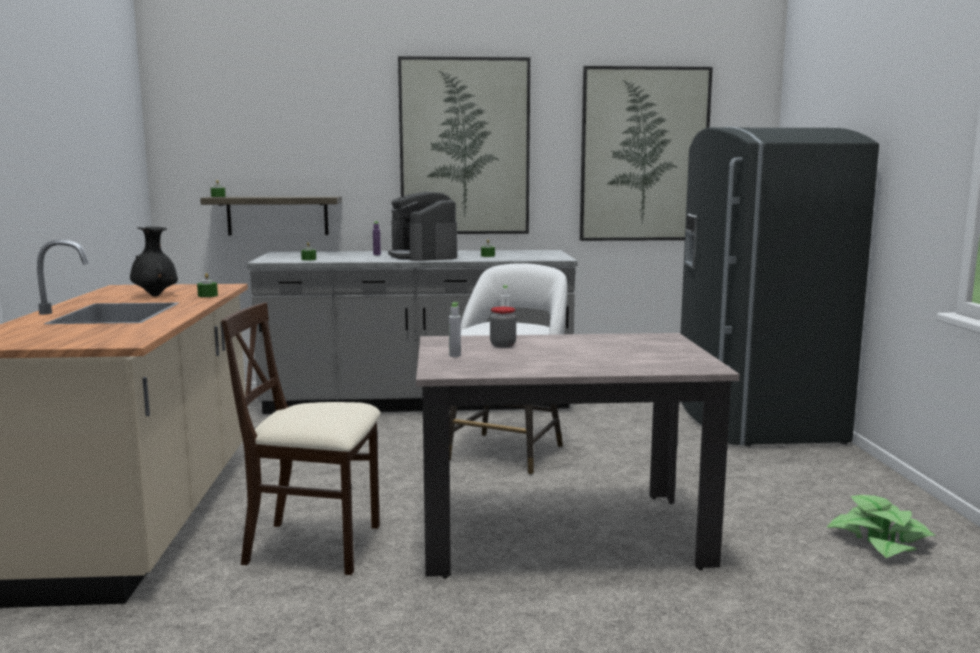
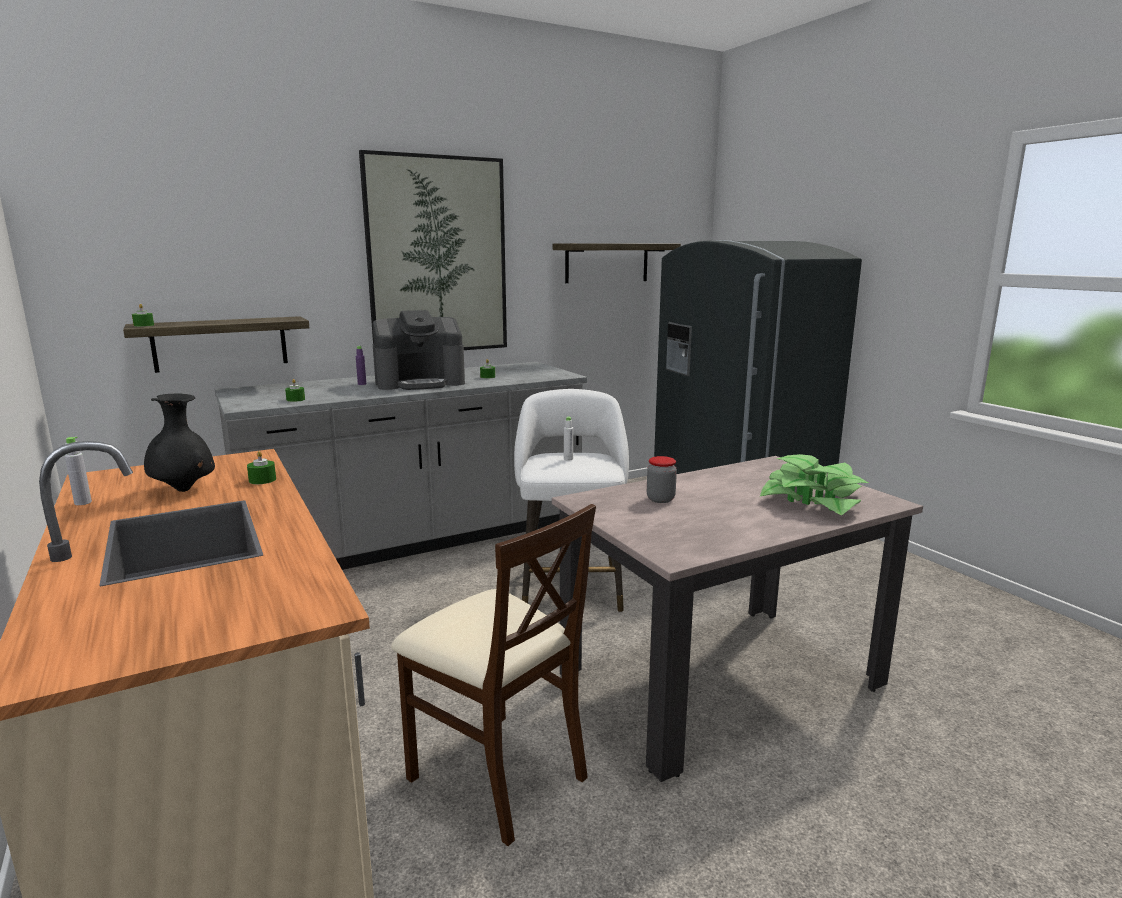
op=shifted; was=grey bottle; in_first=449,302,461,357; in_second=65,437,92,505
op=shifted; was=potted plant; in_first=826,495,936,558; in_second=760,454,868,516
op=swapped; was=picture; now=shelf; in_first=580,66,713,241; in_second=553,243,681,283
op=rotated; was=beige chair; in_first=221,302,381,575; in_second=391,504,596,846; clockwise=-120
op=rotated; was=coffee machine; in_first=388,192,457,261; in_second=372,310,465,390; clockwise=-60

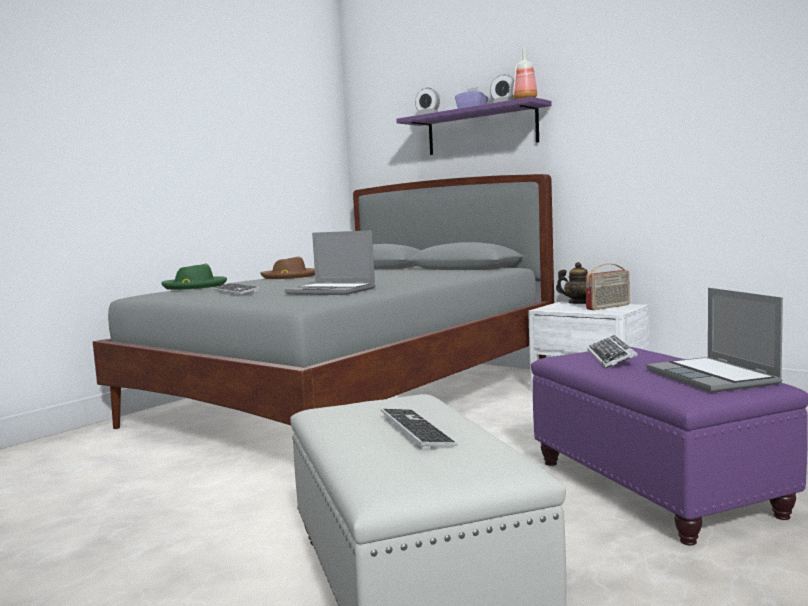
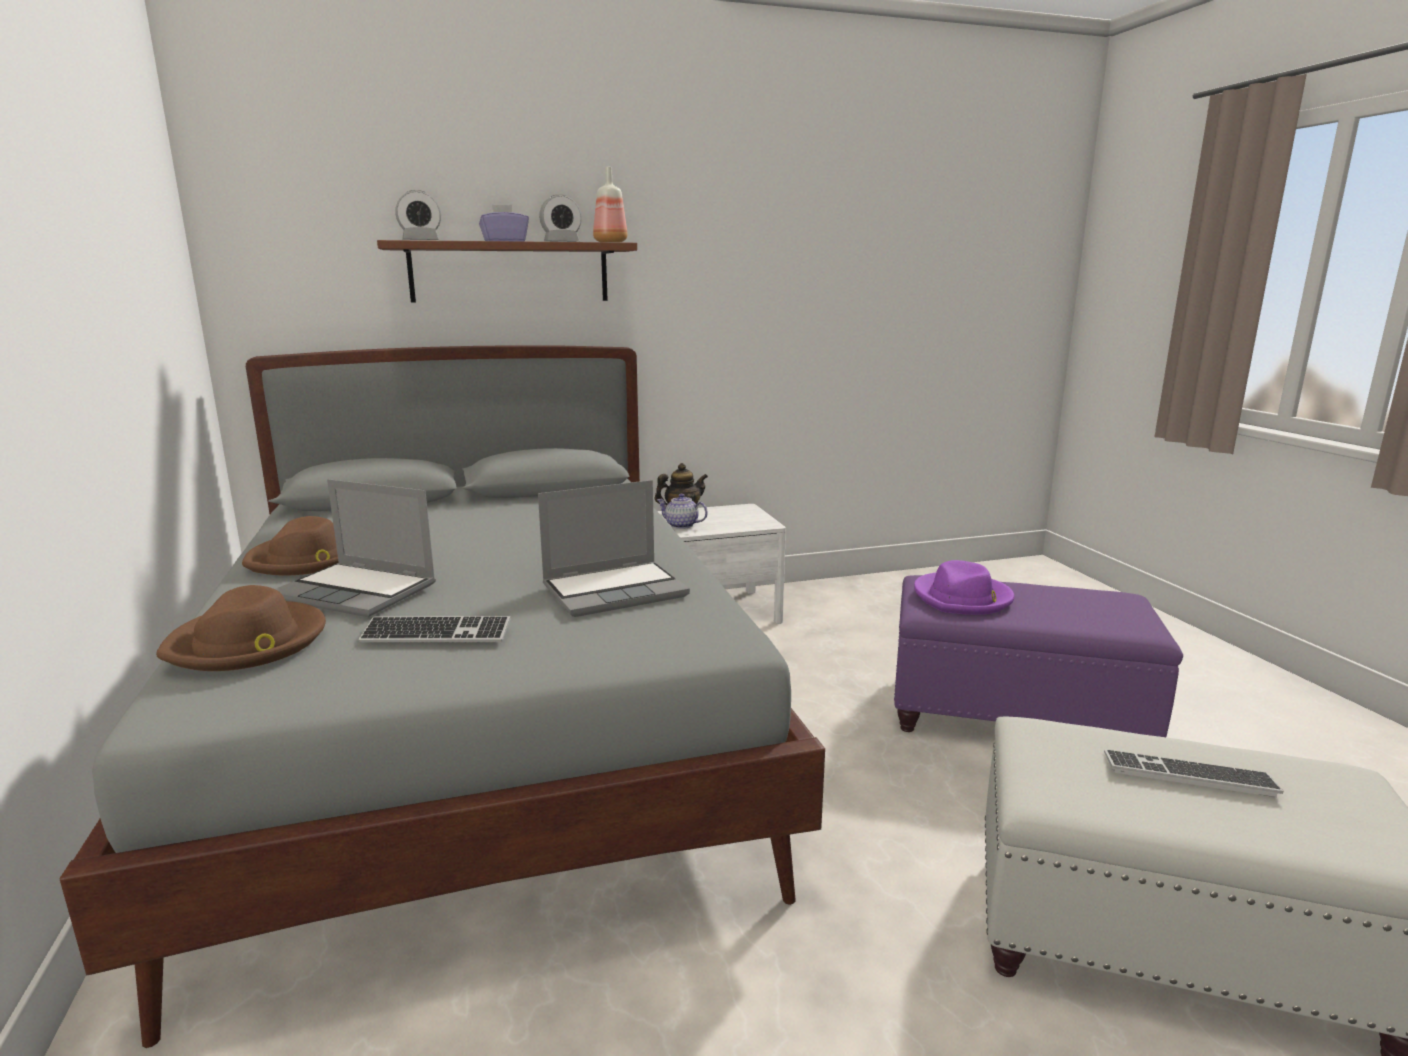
op=gone; was=radio; in_first=586,263,630,310
op=new; now=teapot; in_second=657,494,708,529
op=shifted; was=laptop; in_first=646,288,783,393; in_second=276,479,436,617
op=swapped; was=keyboard; now=purple hat; in_first=587,335,638,369; in_second=914,560,1014,615
op=repainted; was=green hat; now=brown hat; in_first=161,264,227,290; in_second=156,585,326,671
op=repainted; was=purple shelf; now=brown shelf; in_first=396,97,552,155; in_second=377,240,637,302

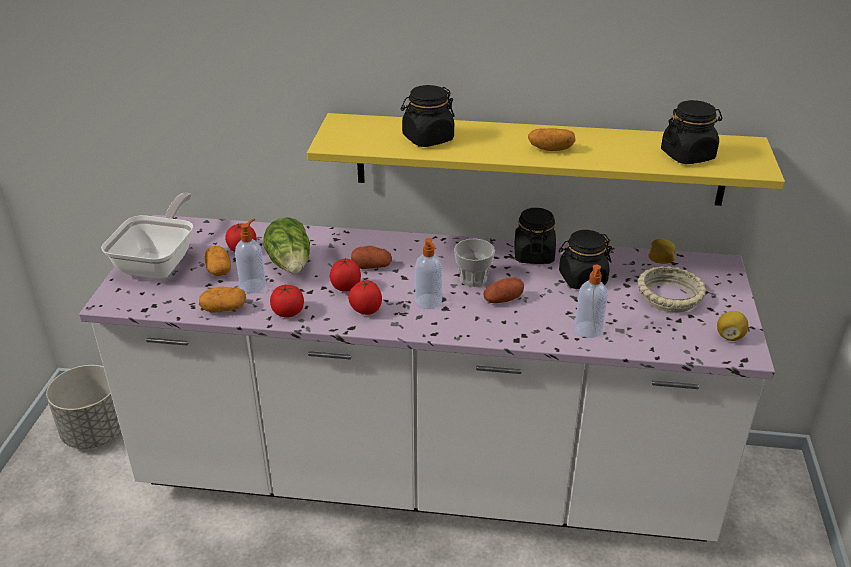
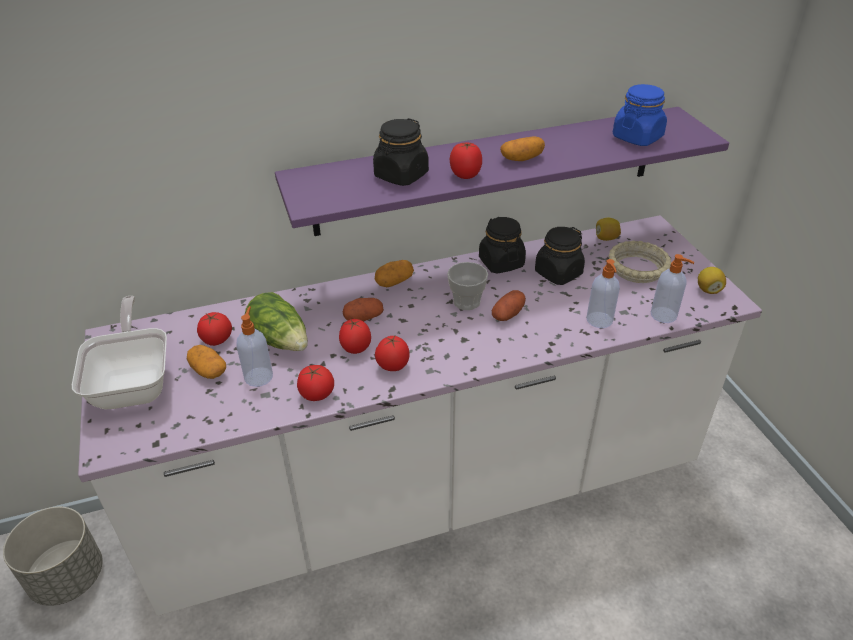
op=new; now=tomato; in_second=450,143,482,179
op=shifted; was=potato; in_first=199,287,246,313; in_second=374,260,414,287
op=shifted; was=soap dispenser; in_first=415,238,442,309; in_second=651,254,695,323
op=repainted; was=yellow shelf; now=purple shelf; in_first=307,113,785,206; in_second=275,107,729,236
op=repainted; was=black jar; now=blue jar; in_first=661,100,722,164; in_second=613,84,667,146

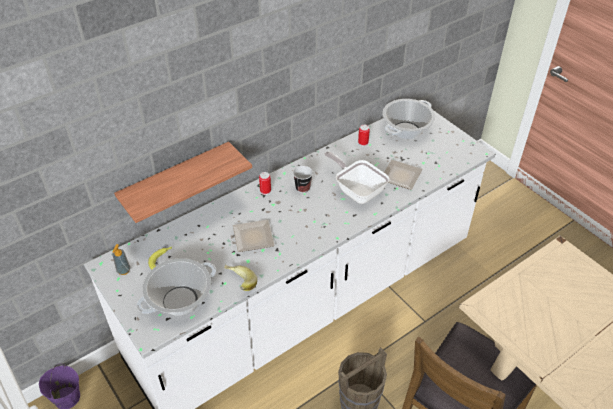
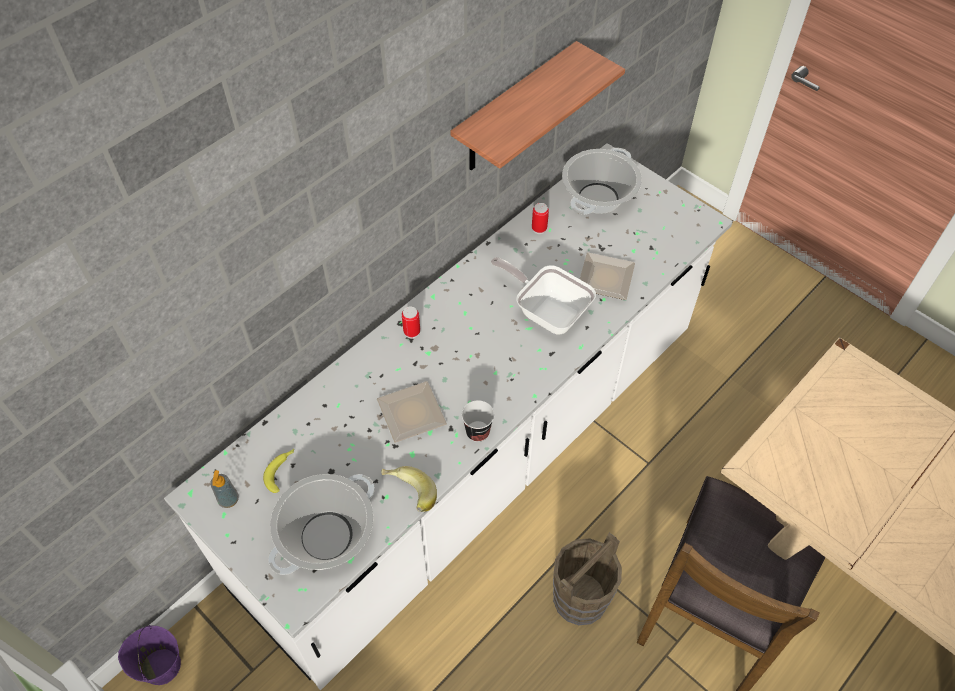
op=shifted; was=shelf; in_first=114,142,252,223; in_second=450,41,625,170
op=shifted; was=cup; in_first=293,166,313,193; in_second=462,400,494,442

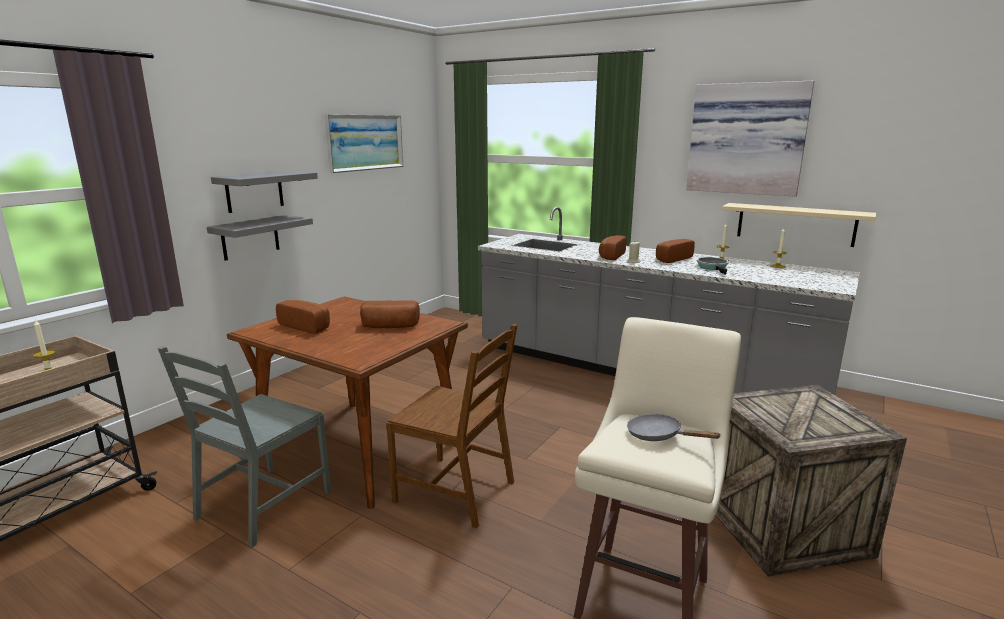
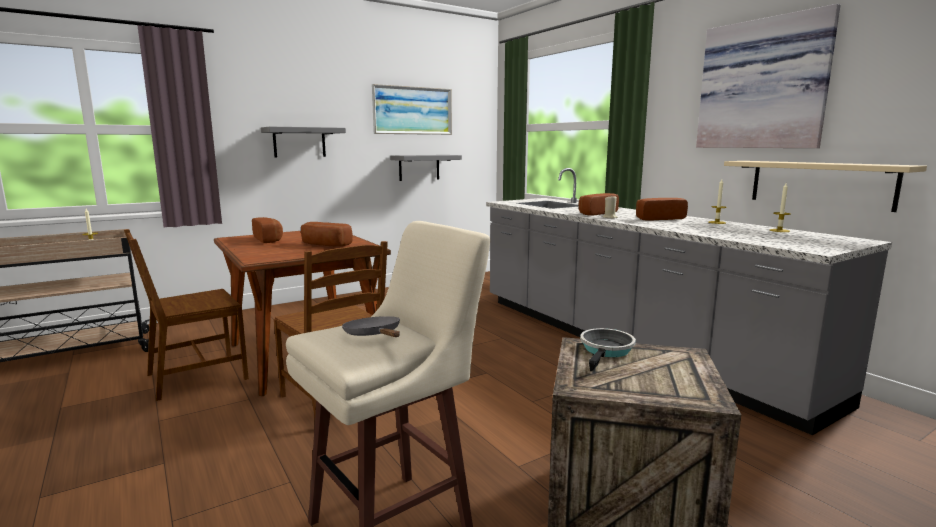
op=shifted; was=grey shelf; in_first=207,215,313,261; in_second=390,155,462,181
op=shifted; was=frying pan; in_first=697,257,729,275; in_second=580,328,636,371
op=repainted; was=grey chair; now=brown chair; in_first=158,346,331,548; in_second=124,229,249,401

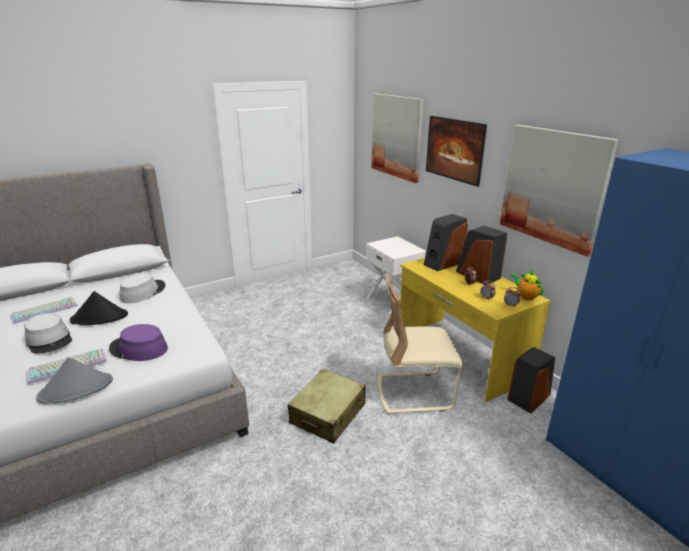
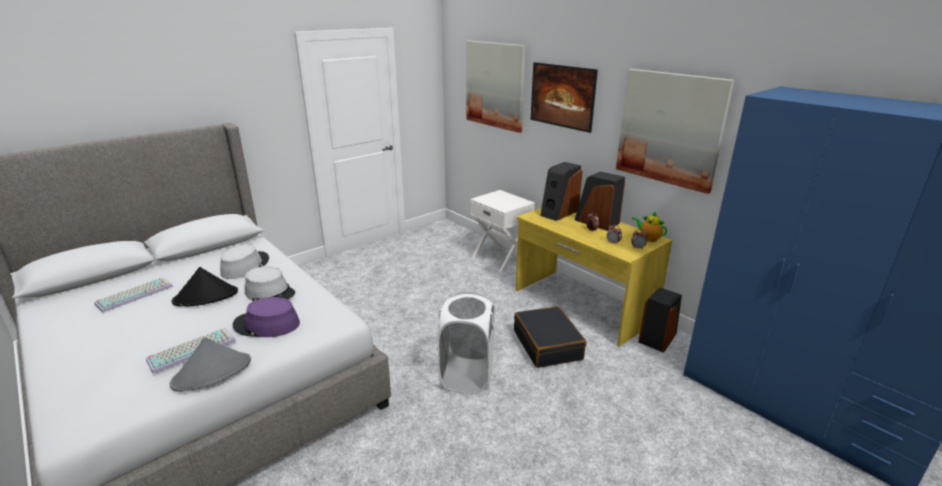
op=shifted; was=grey hat; in_first=24,313,72,354; in_second=245,266,295,301
op=swapped; was=beige suitcase; now=white laundry basket; in_first=288,369,366,444; in_second=437,292,495,394
op=swapped; was=beige chair; now=black suitcase; in_first=378,274,464,414; in_second=514,306,586,368

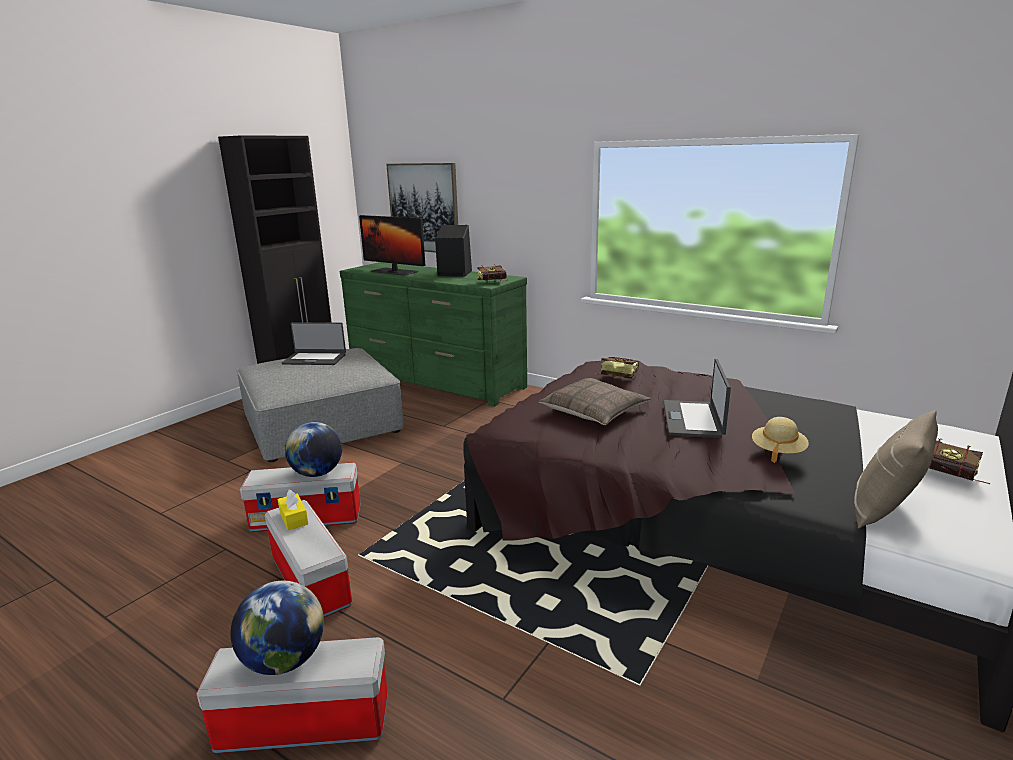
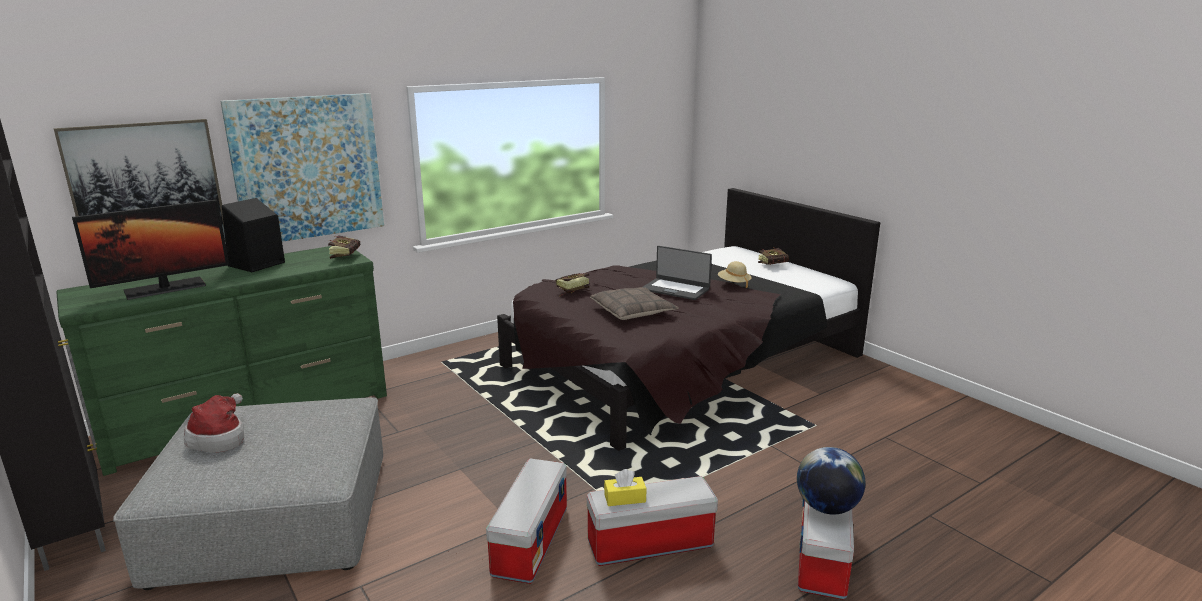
op=gone; was=globe; in_first=285,422,342,477
op=gone; was=beige pillow; in_first=854,410,938,528
op=new; now=picture; in_second=220,93,384,242
op=swapped; was=laptop; now=hat; in_first=282,322,346,365; in_second=184,393,244,453

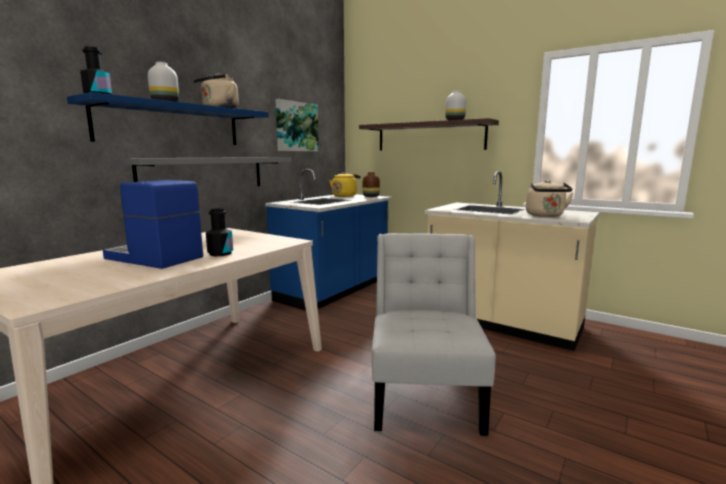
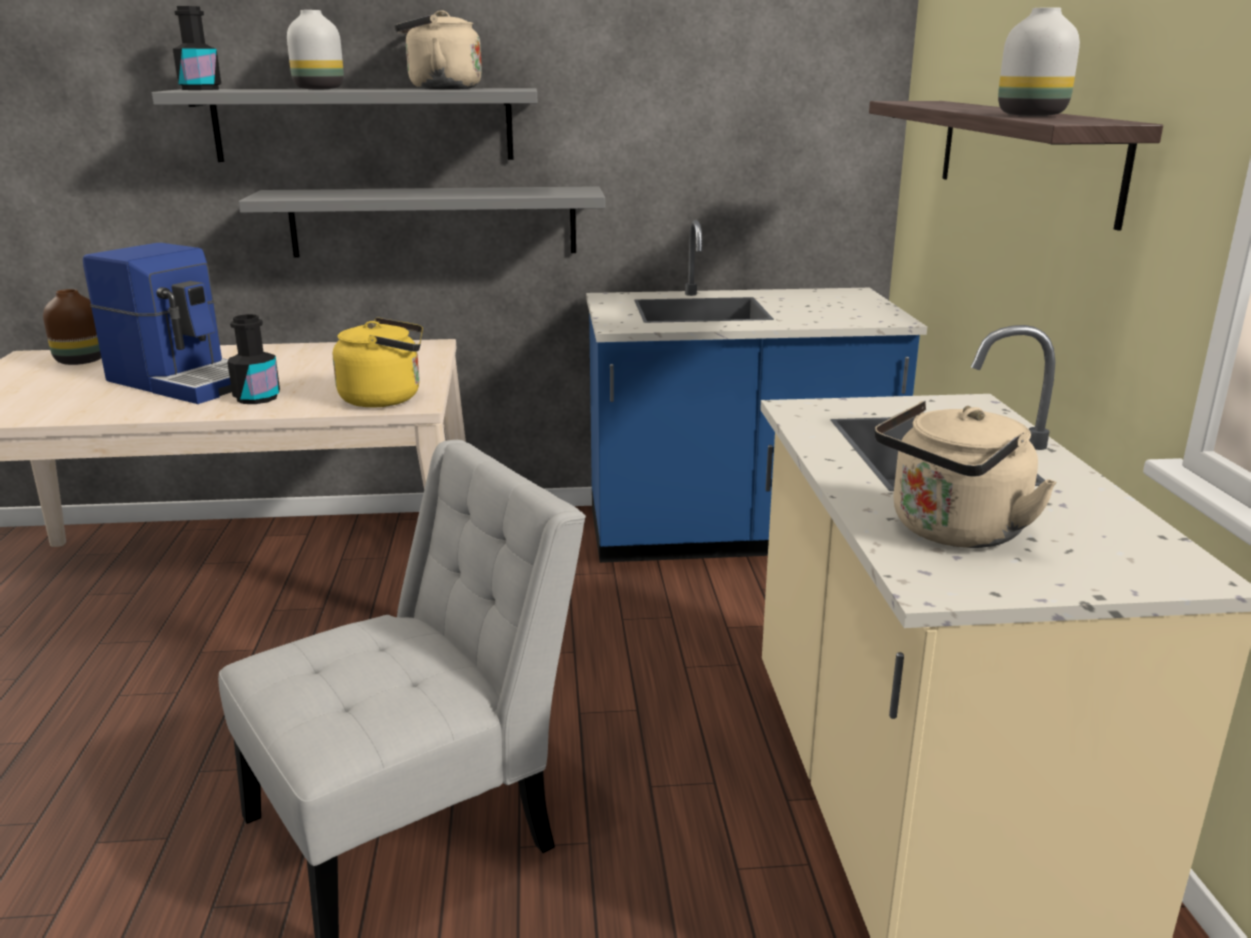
op=gone; was=picture; in_first=275,99,319,151
op=shifted; was=yellow kettle; in_first=330,172,361,197; in_second=333,317,423,407
op=shifted; was=brown vase; in_first=363,172,380,197; in_second=43,289,101,365
op=repainted; was=blue shelf; now=grey shelf; in_first=67,92,269,145; in_second=152,88,538,162
op=rotated; was=coffee machine; in_first=103,180,203,269; in_second=83,243,232,404; clockwise=135

